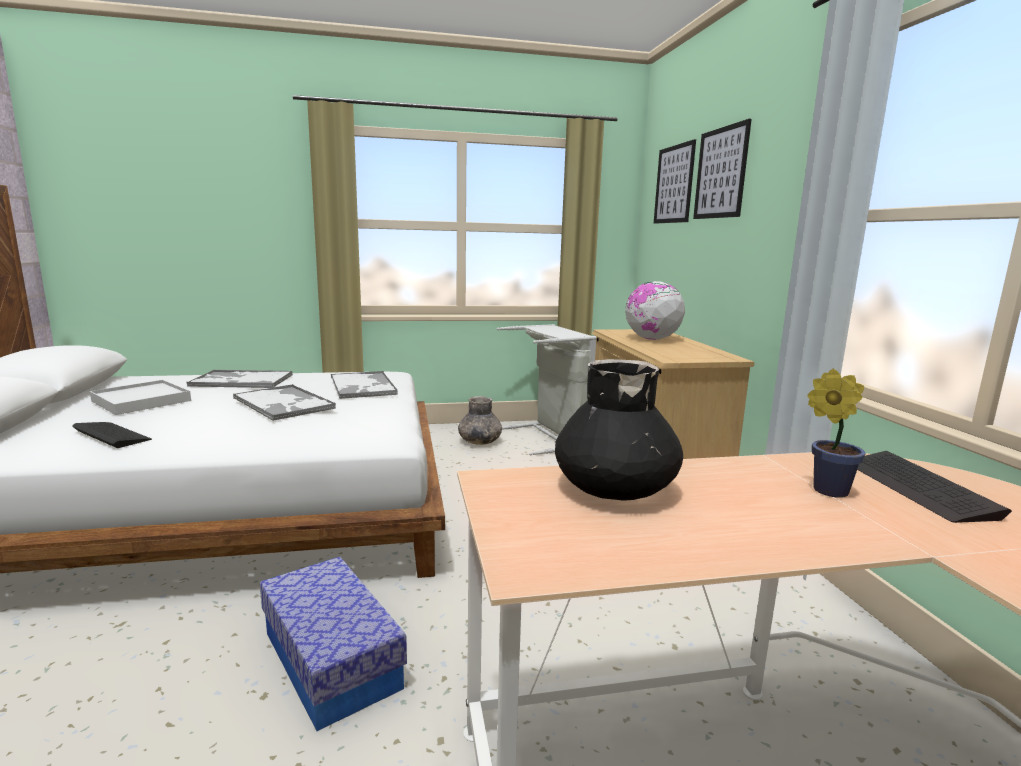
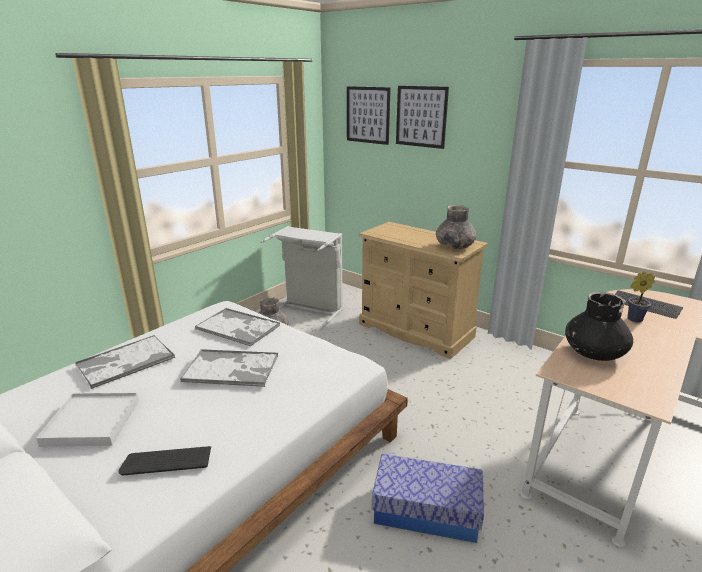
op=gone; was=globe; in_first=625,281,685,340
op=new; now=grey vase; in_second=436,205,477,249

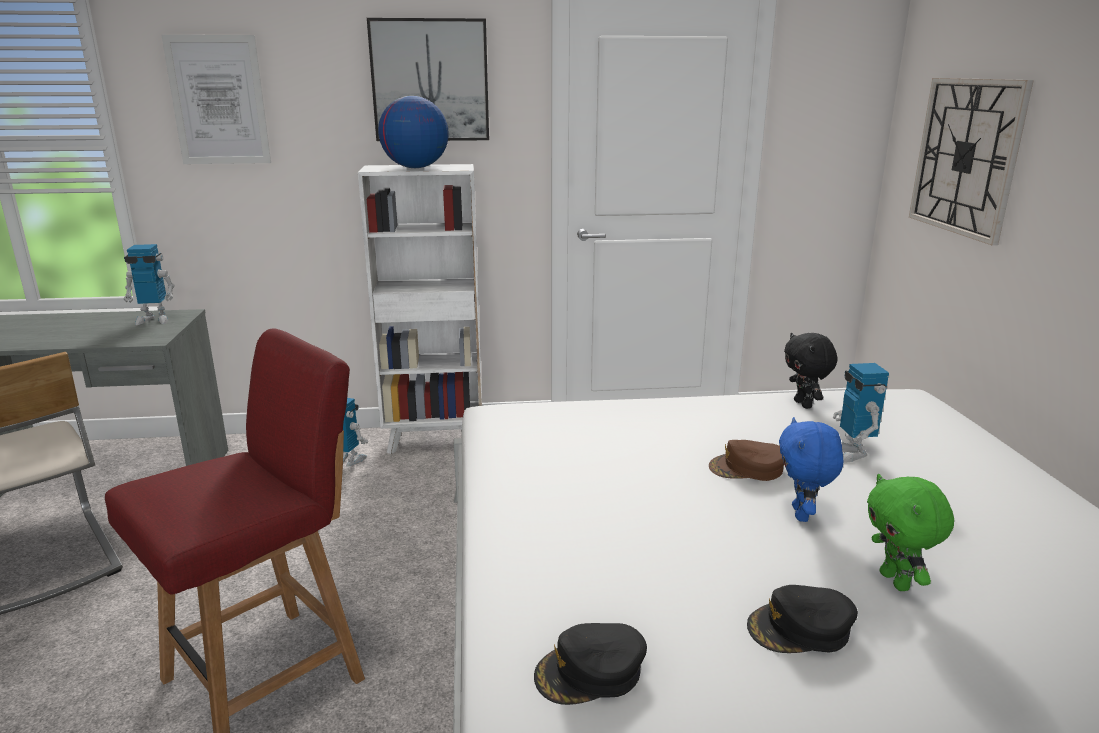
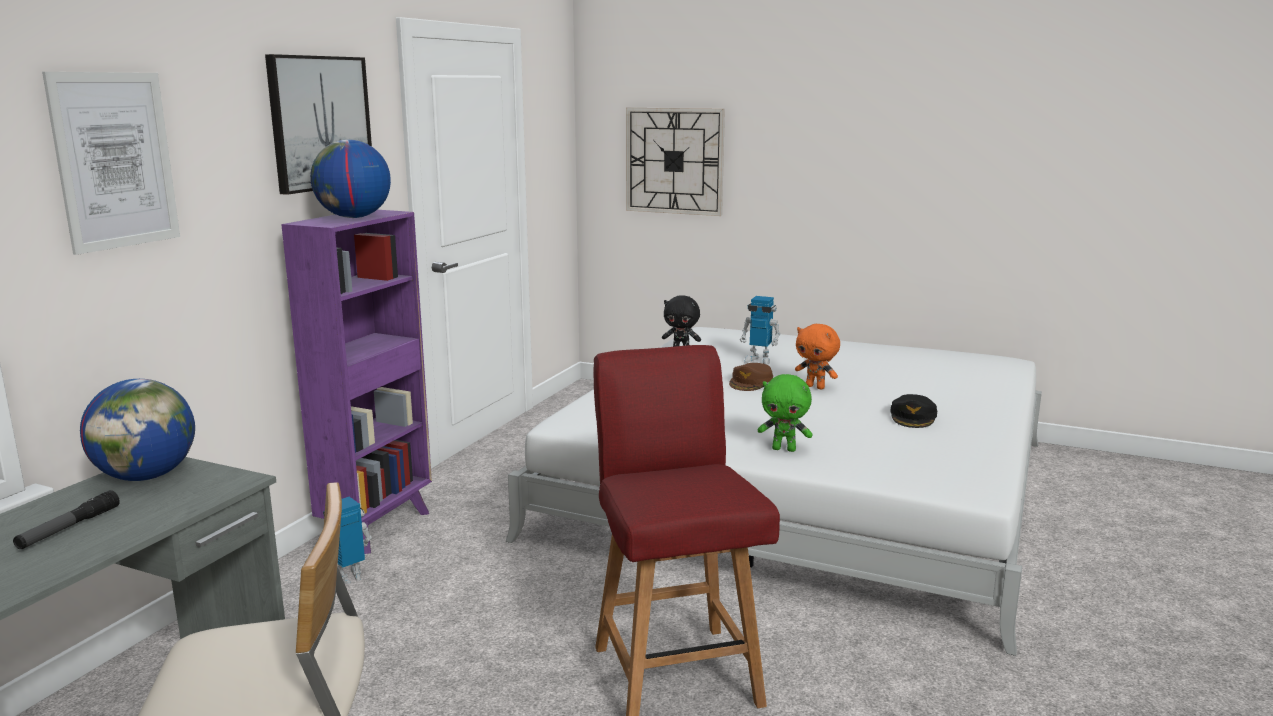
op=gone; was=black cap; in_first=534,623,647,705
op=new; now=flashlight; in_second=13,490,120,549
op=shifted; was=green plush toy; in_first=867,474,954,591; in_second=758,374,812,452
op=swapped; was=toy robot; now=globe; in_first=124,244,175,325; in_second=80,379,195,481
op=repainted; was=white bookcase; now=purple bookcase; in_first=358,164,482,454; in_second=281,210,432,554
op=repainted; was=blue plush toy; now=orange plush toy; in_first=779,417,843,522; in_second=795,324,840,389

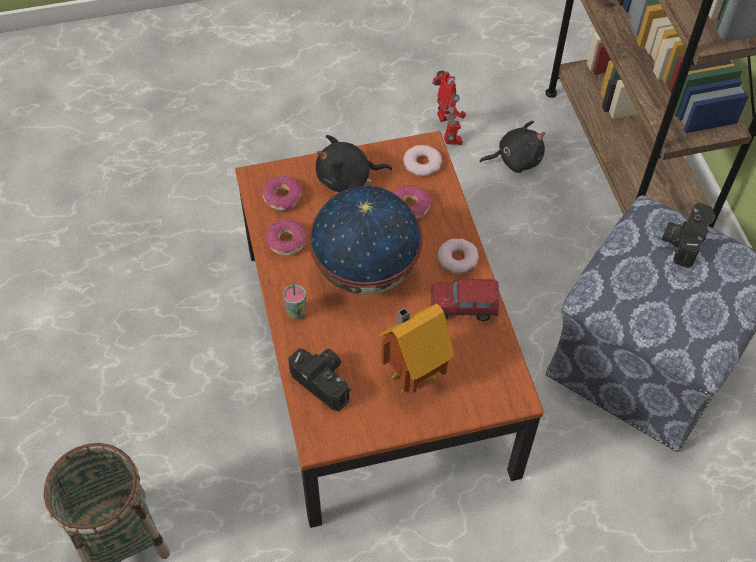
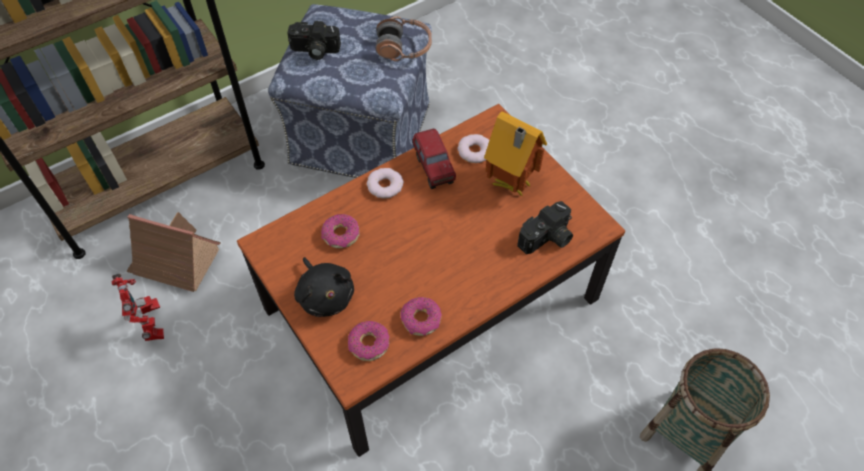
op=gone; was=cup; in_first=283,283,306,320
op=gone; was=globe; in_first=309,186,423,295
op=new; now=headphones; in_second=376,16,432,62
op=shifted; was=donut; in_first=403,145,442,176; in_second=457,134,489,163
op=swapped; was=black plush toy; now=toy house; in_first=480,121,545,173; in_second=126,212,221,292
op=rotated; was=photo camera; in_first=288,348,351,411; in_second=517,201,573,254; clockwise=-150
op=rotated; was=toy robot; in_first=432,70,466,145; in_second=111,274,164,341; clockwise=105

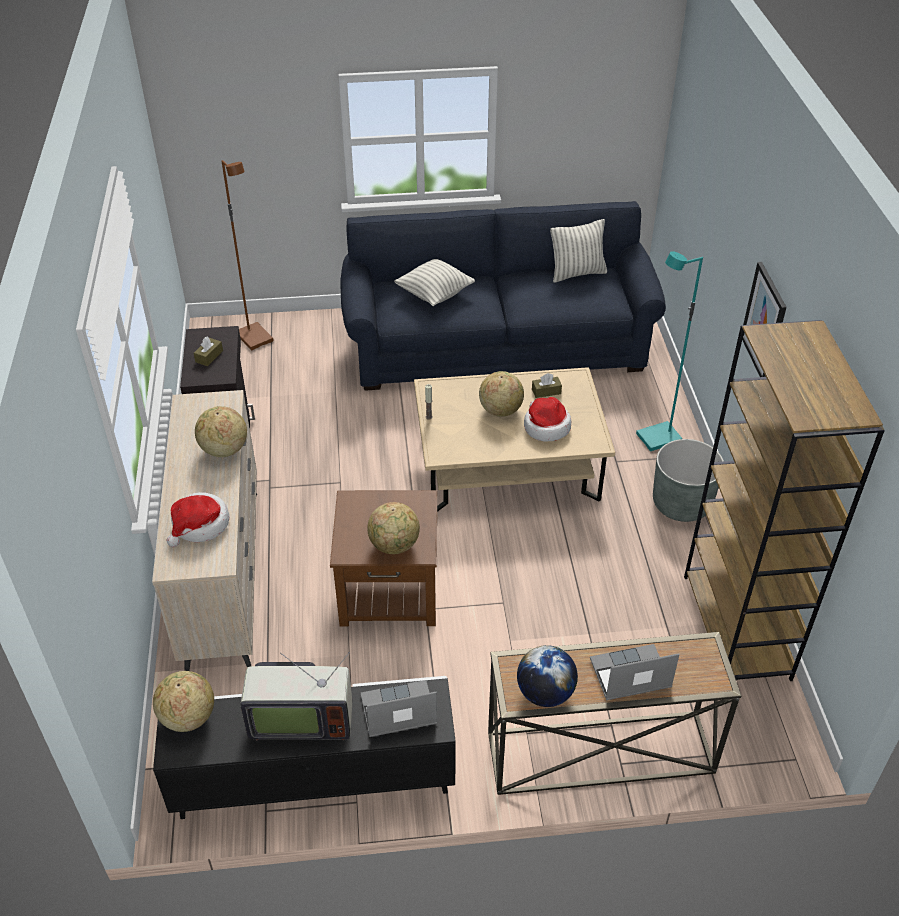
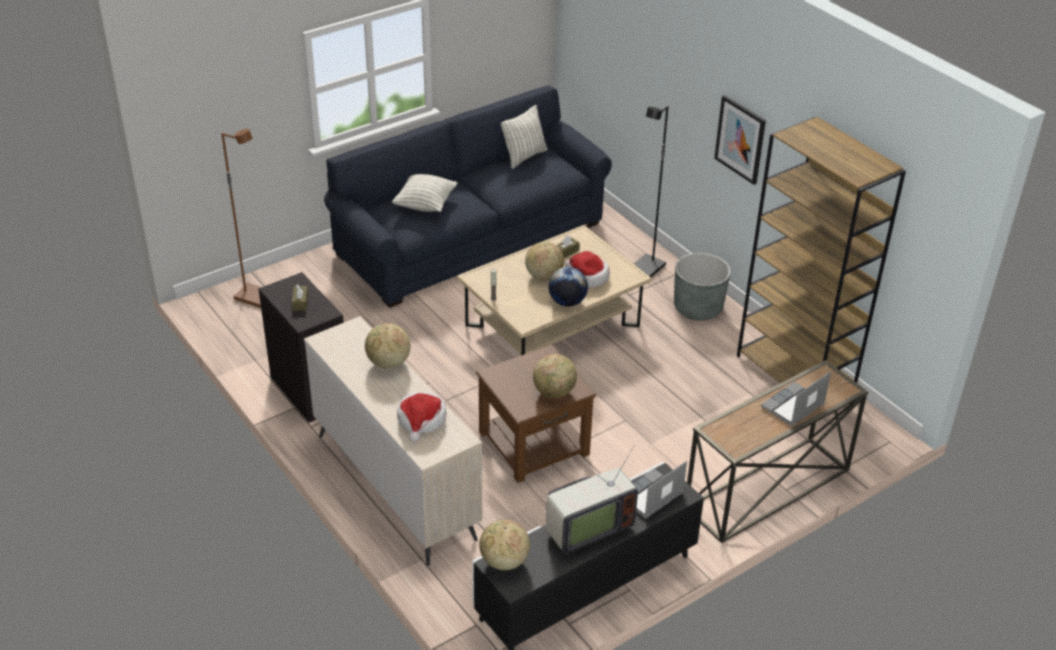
op=shifted; was=globe; in_first=517,645,578,707; in_second=548,267,588,307
op=repainted; was=turquoise floor lamp; now=black floor lamp; in_first=636,251,703,451; in_second=634,106,669,277

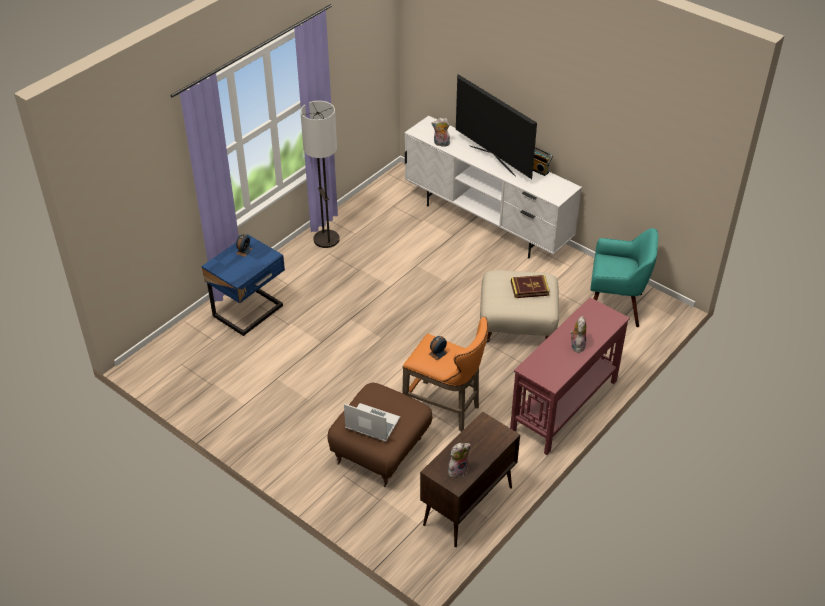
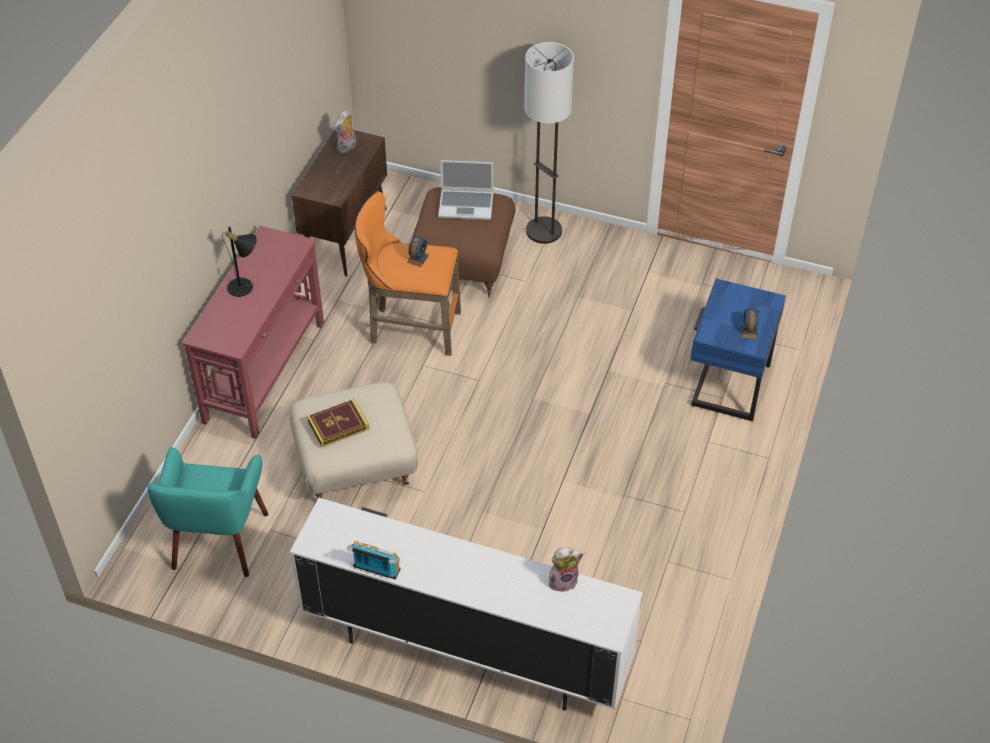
op=gone; was=television; in_first=456,74,537,179
op=shifted; was=floor lamp; in_first=300,101,340,248; in_second=524,42,574,244
op=swapped; was=plush toy; now=black table lamp; in_first=570,316,586,353; in_second=222,226,257,297
op=rotated; was=turquoise armchair; in_first=590,228,658,327; in_second=147,447,268,577; clockwise=-75

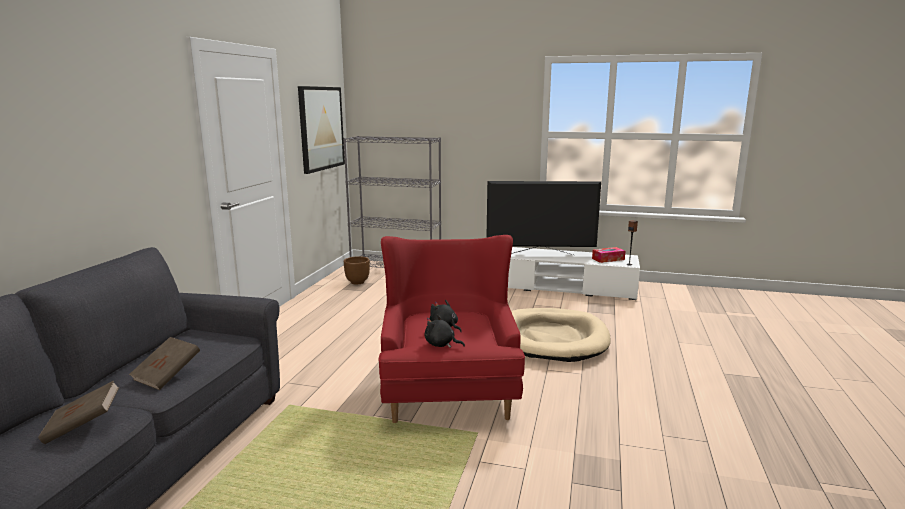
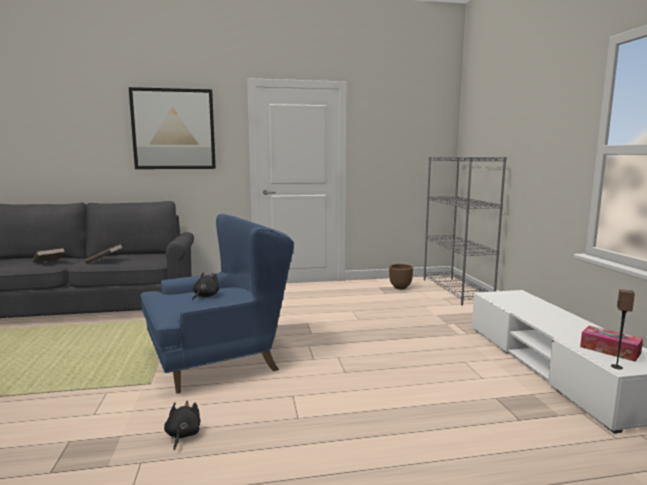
op=gone; was=television; in_first=486,181,601,255
op=gone; was=beige dog bed; in_first=511,308,611,362
op=shifted; was=picture; in_first=298,86,345,174; in_second=129,87,216,169
op=shifted; was=black plush toy; in_first=425,314,465,348; in_second=164,400,200,451
op=repainted; was=red armchair; now=blue armchair; in_first=379,235,525,423; in_second=141,214,294,393

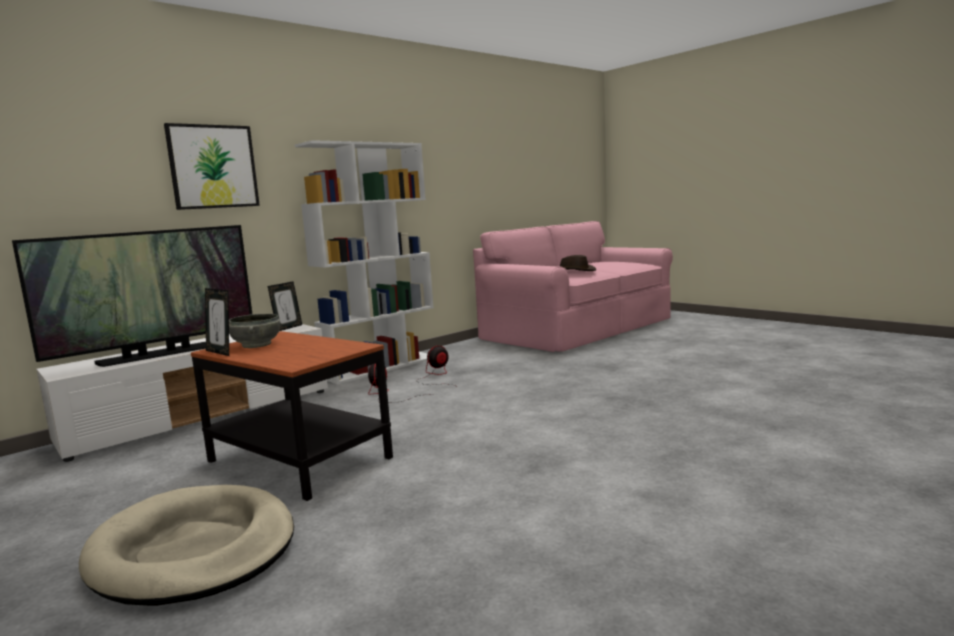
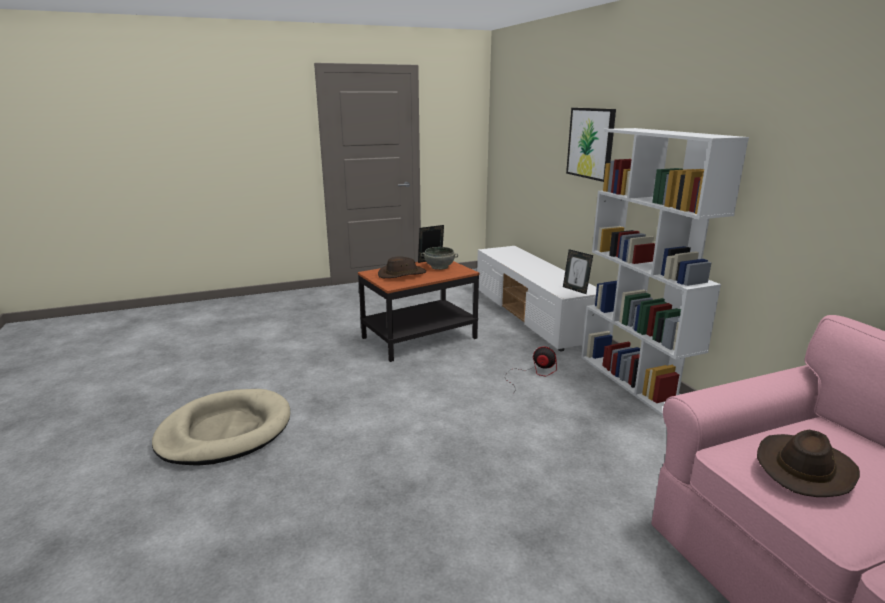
op=gone; was=television; in_first=12,225,252,367
op=gone; was=fan; in_first=416,346,455,386
op=new; now=brown hat; in_second=378,257,426,278
op=shifted; was=beige dog bed; in_first=79,485,294,606; in_second=152,389,290,466

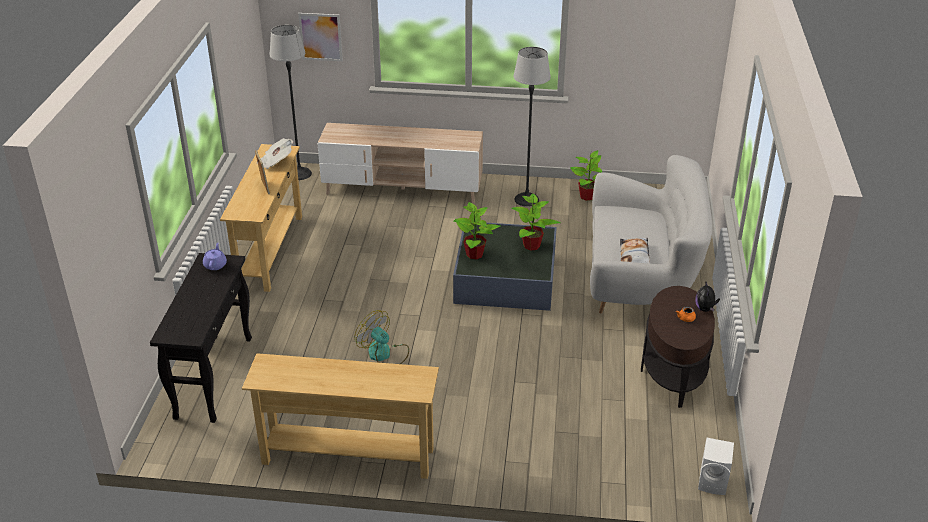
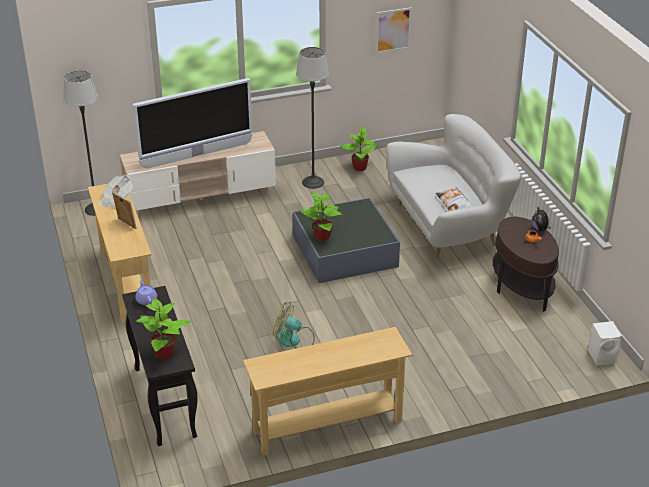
op=new; now=television; in_second=133,78,252,168
op=shifted; was=picture; in_first=298,13,343,61; in_second=376,8,412,53
op=shifted; was=potted plant; in_first=512,193,560,251; in_second=136,298,191,360

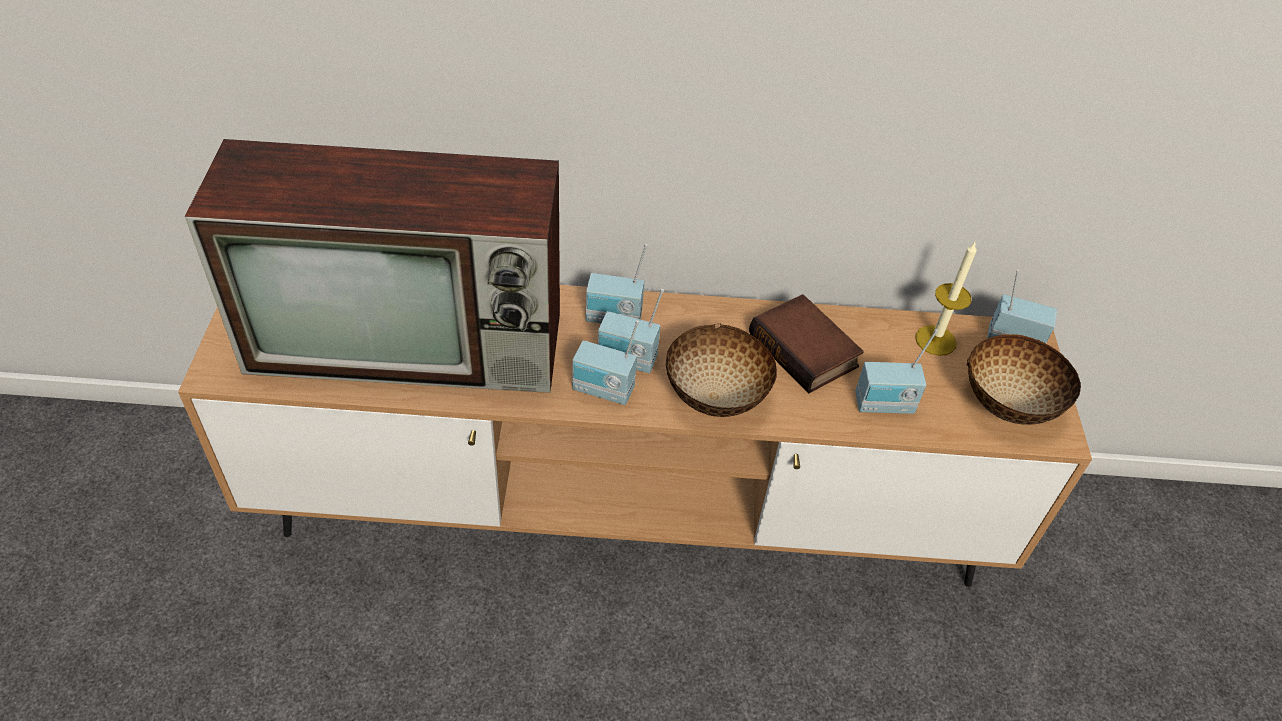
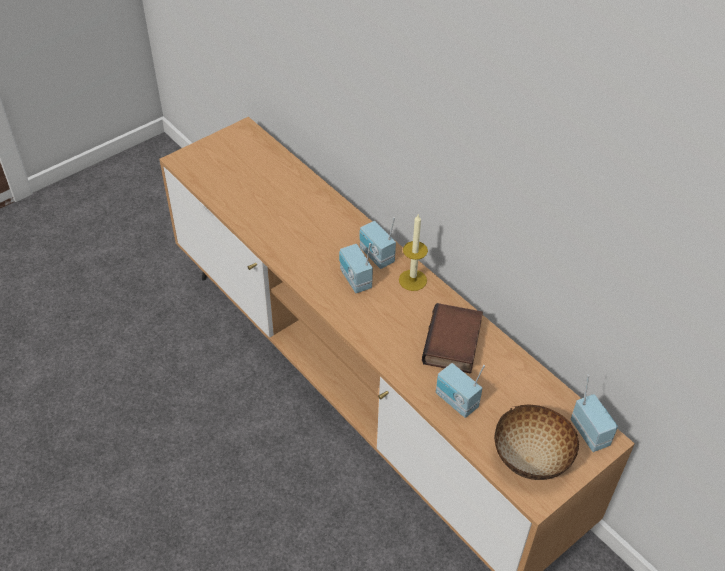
op=gone; was=television; in_first=185,139,560,393
op=gone; was=radio; in_first=572,320,639,405
op=gone; was=bowl; in_first=666,323,777,417
op=shifted; was=candle; in_first=915,242,977,356; in_second=399,213,428,291

